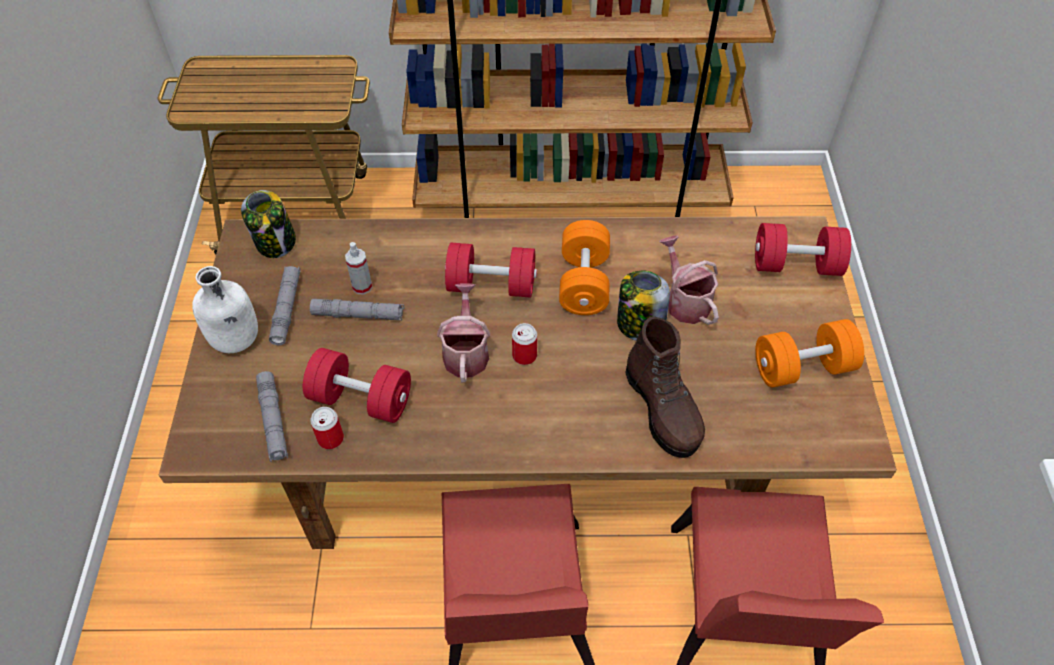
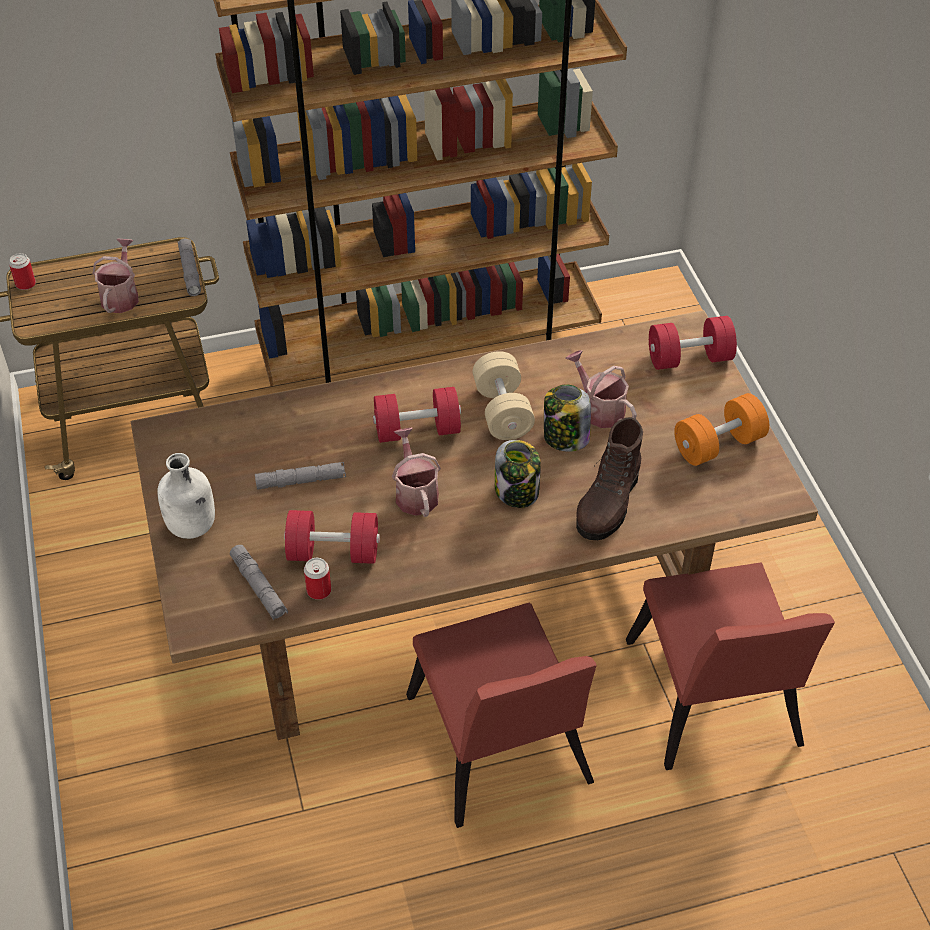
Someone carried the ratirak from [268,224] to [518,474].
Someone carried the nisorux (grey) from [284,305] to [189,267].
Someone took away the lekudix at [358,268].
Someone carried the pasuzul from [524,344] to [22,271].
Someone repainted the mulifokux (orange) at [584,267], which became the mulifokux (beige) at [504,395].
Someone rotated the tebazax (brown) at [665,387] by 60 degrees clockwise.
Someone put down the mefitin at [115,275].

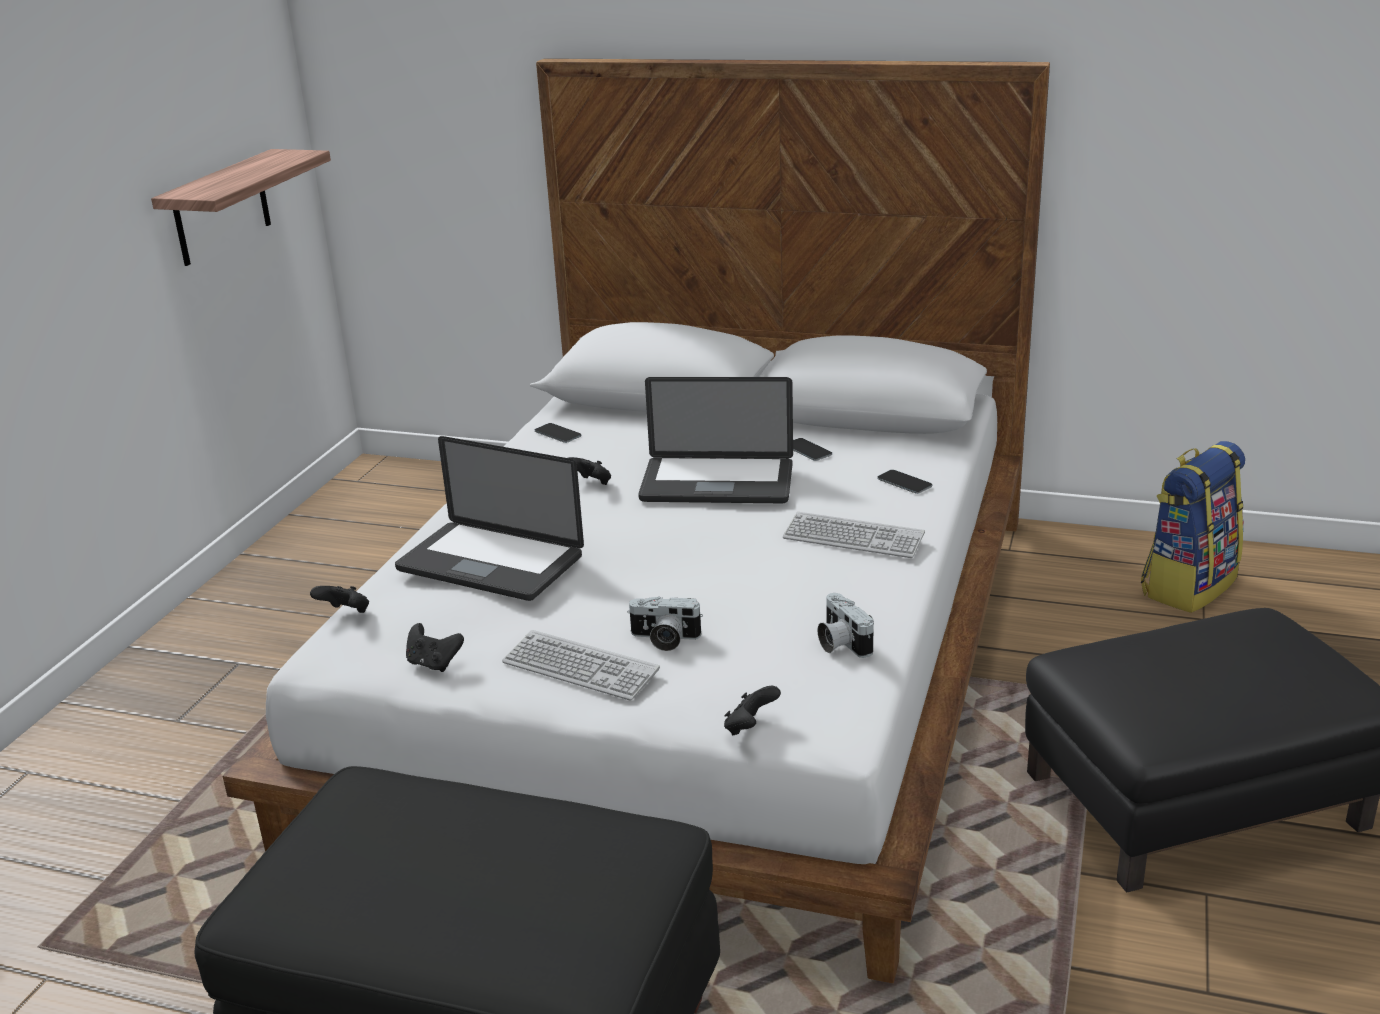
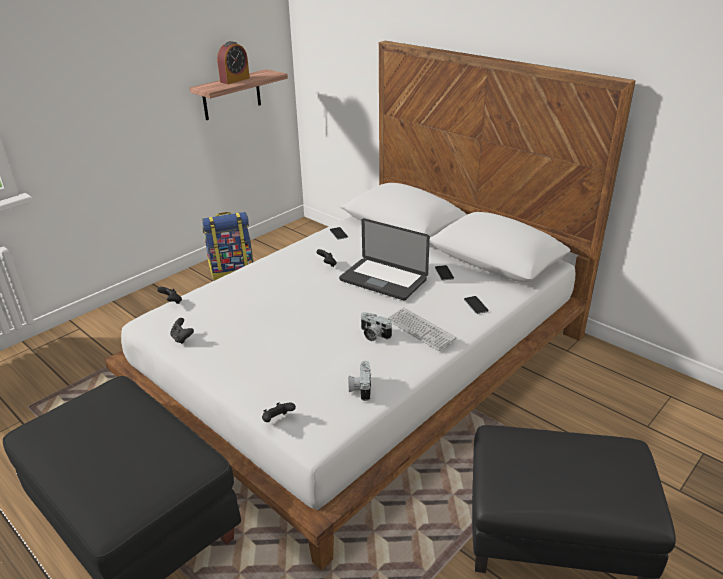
Someone took away the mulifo at [489,518].
Someone took away the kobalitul at [581,665].
Someone carried the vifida from [665,624] to [376,326].
Someone carried the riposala from [1193,527] to [227,246].
Someone put down the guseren at [233,62].

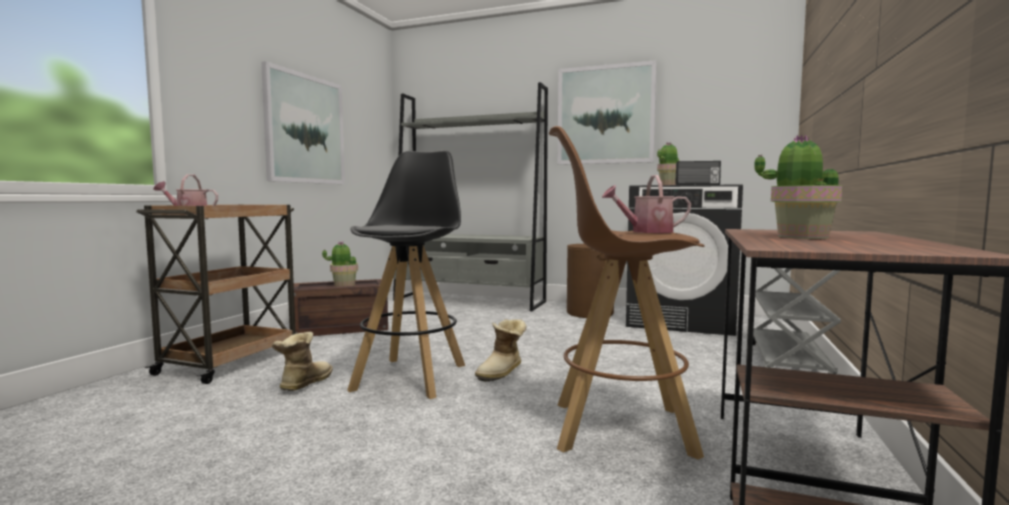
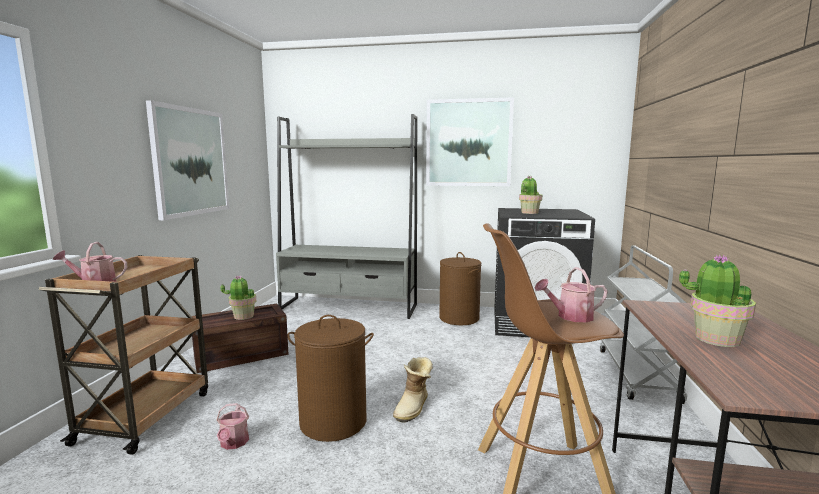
Someone swapped the tebazax at [302,361] for the mefitin at [233,426].
Someone swapped the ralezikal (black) at [406,274] for the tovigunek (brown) at [330,378].
Someone took away the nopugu at [698,173].

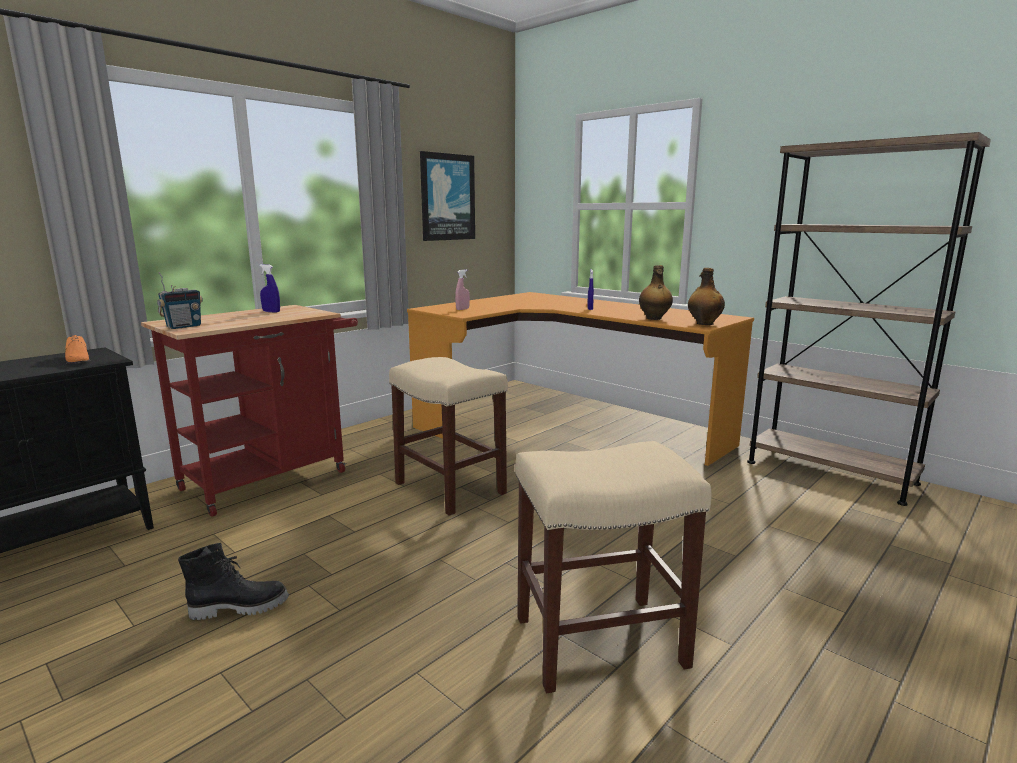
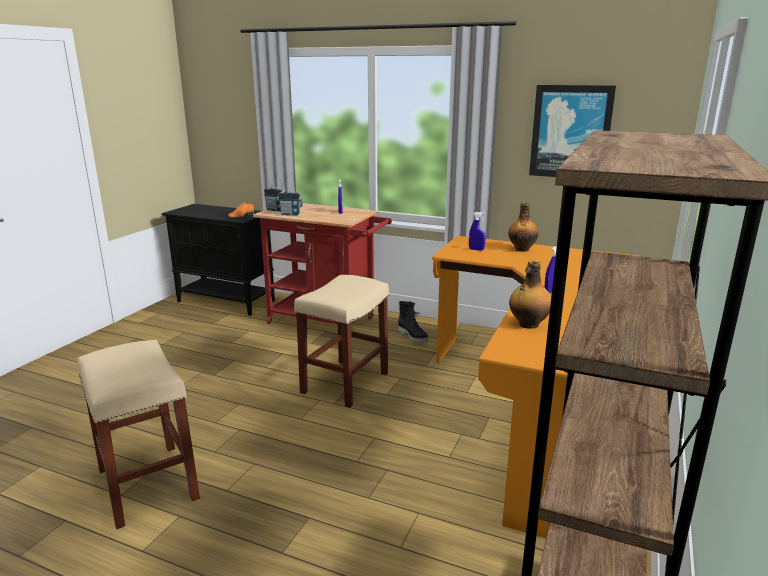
Someone carried the tebazax (black) from [233,581] to [413,322].
Someone repainted the lekudix (pink) at [462,289], which became the lekudix (blue) at [477,231].
Someone carried the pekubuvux from [706,296] to [523,227].
Someone put down the nopugu at [290,198].

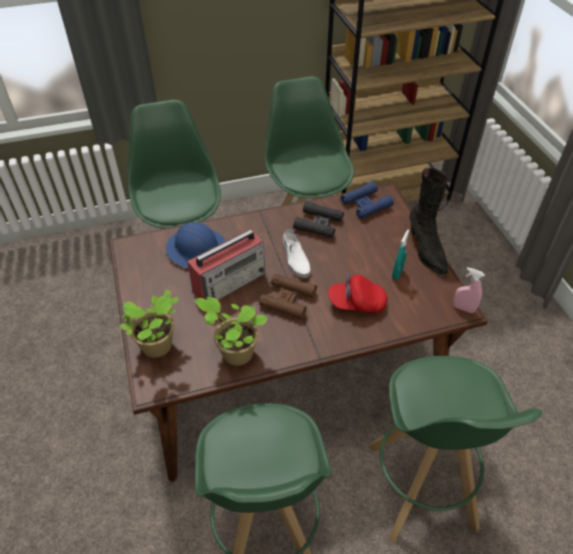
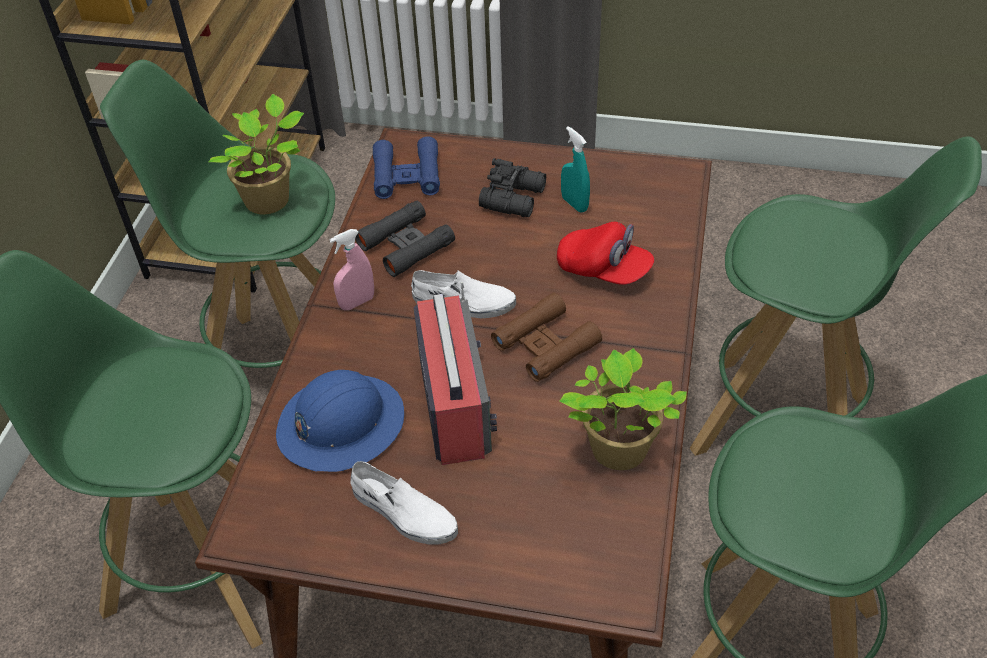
Someone carried the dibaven from [150,323] to [256,154].
Someone rotated the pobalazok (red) at [357,292] by 90 degrees counterclockwise.
Someone took away the tebazax (black) at [430,221].
Someone carried the lekudix (pink) from [469,290] to [352,269].
Someone put down the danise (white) at [404,503].
Someone put down the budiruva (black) at [512,187].

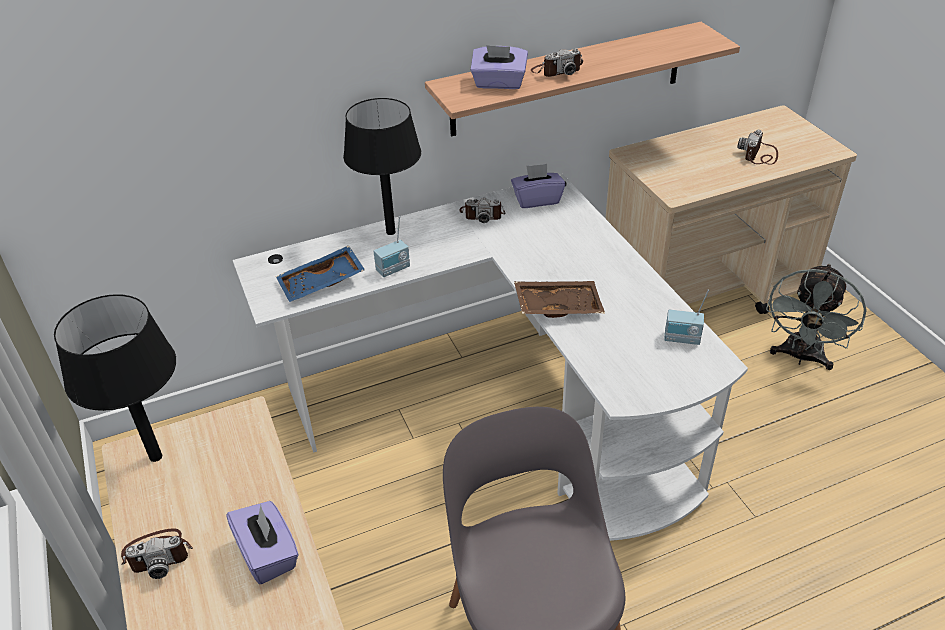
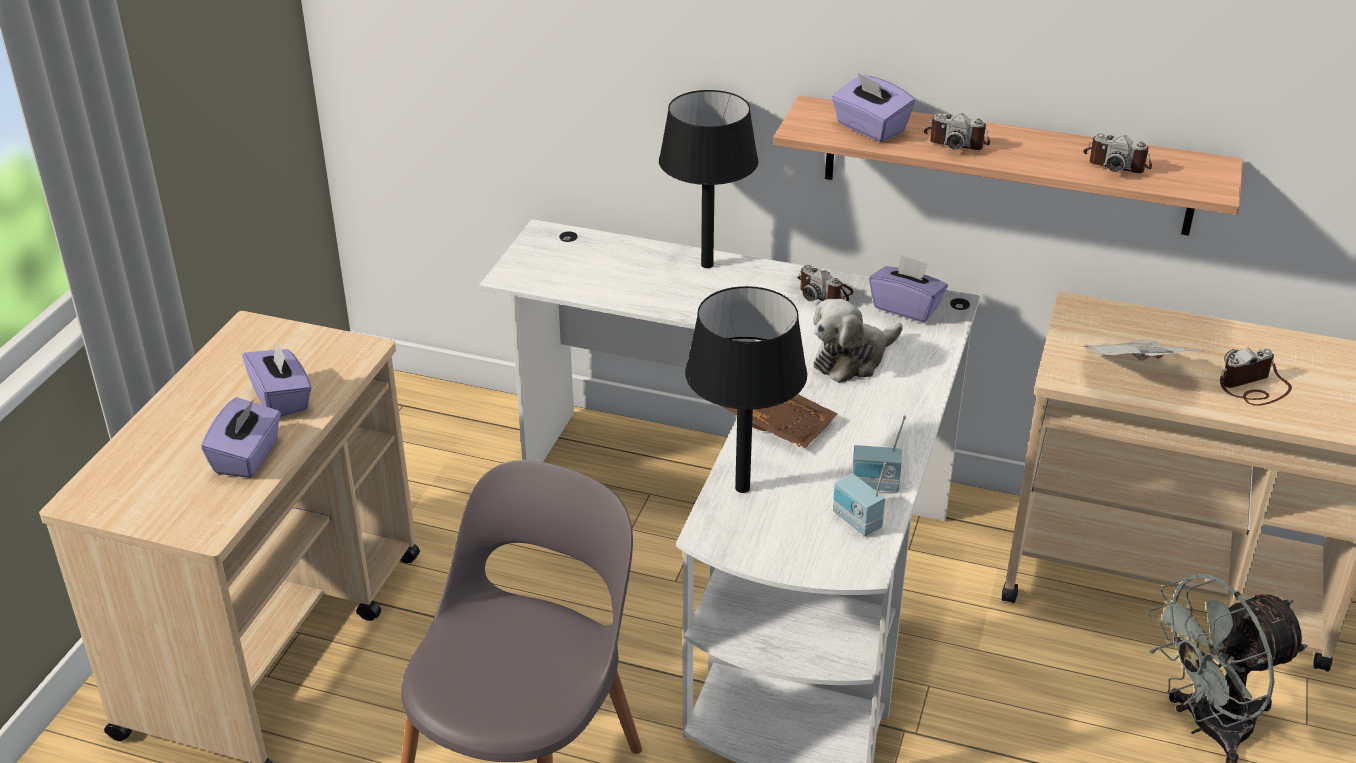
Someone carried the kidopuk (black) from [115,378] to [746,389].
Someone carried the vifida from [157,553] to [1117,153].
Someone took away the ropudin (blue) at [320,273].
Someone carried the nopugu from [391,246] to [879,453].
Someone put down the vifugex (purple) at [277,378].
Someone put down the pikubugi at [858,341].
Someone put down the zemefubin at [1143,350].

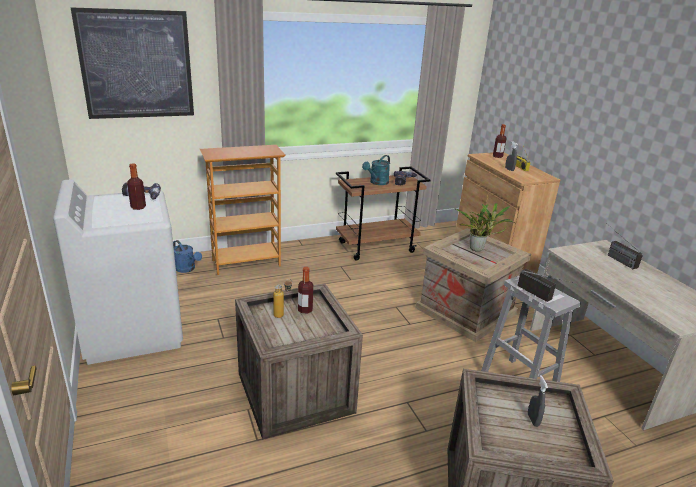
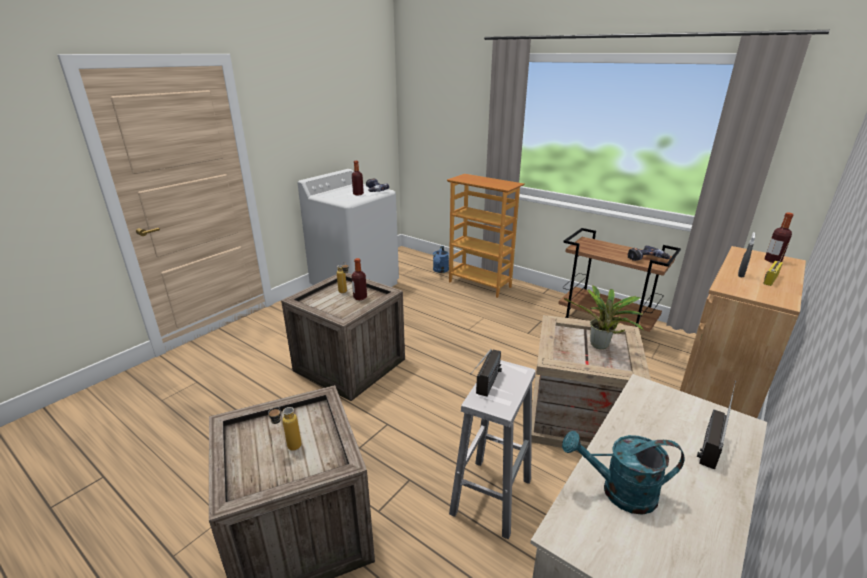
Someone took away the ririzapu at [132,63].
Someone carried the mefitin (turquoise) from [376,170] to [623,473].
Someone swapped the lekudix (grey) at [538,401] for the pekubuvux at [284,429].

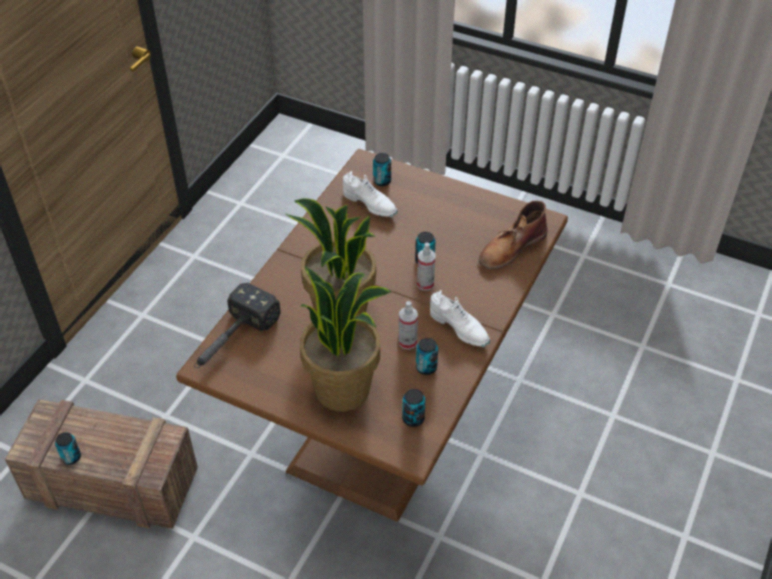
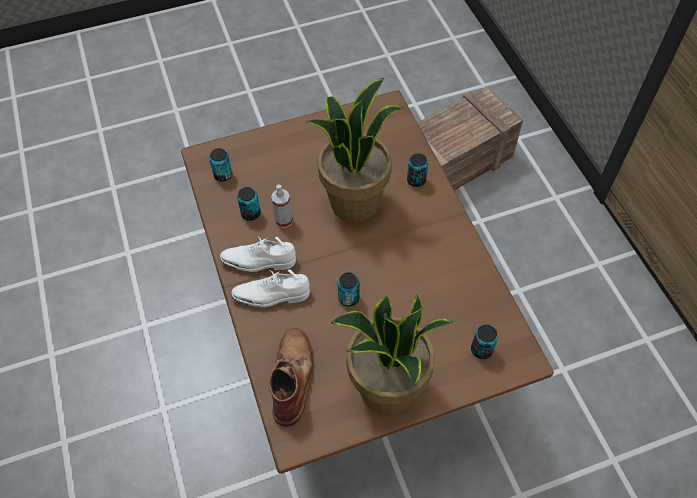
Someone carried the pasuzul from [68,448] to [417,170].
Someone took away the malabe at [237,325].
Someone carried the dibaven from [345,339] to [392,354].
Someone carried the danise (white) from [370,194] to [270,288].
Someone took away the lekudix at [426,267].

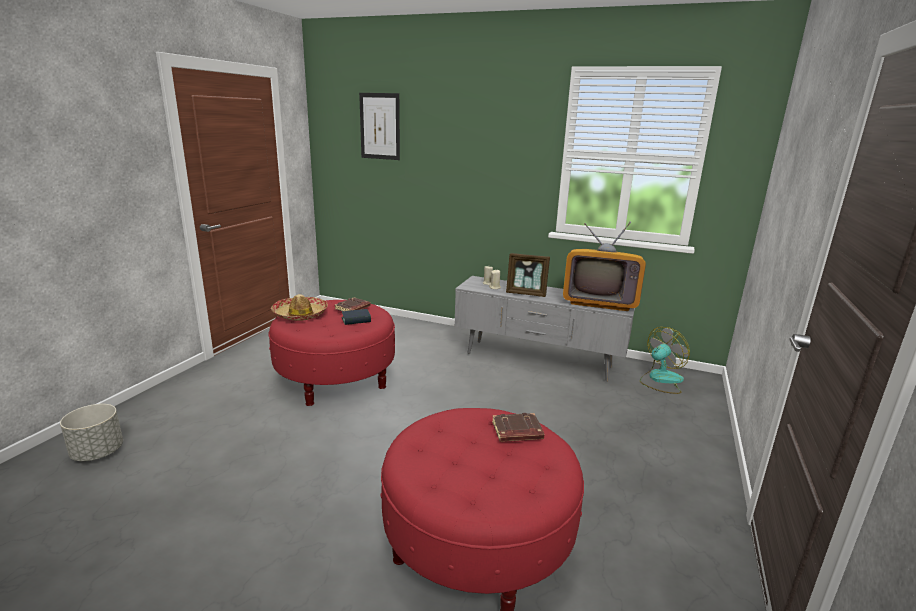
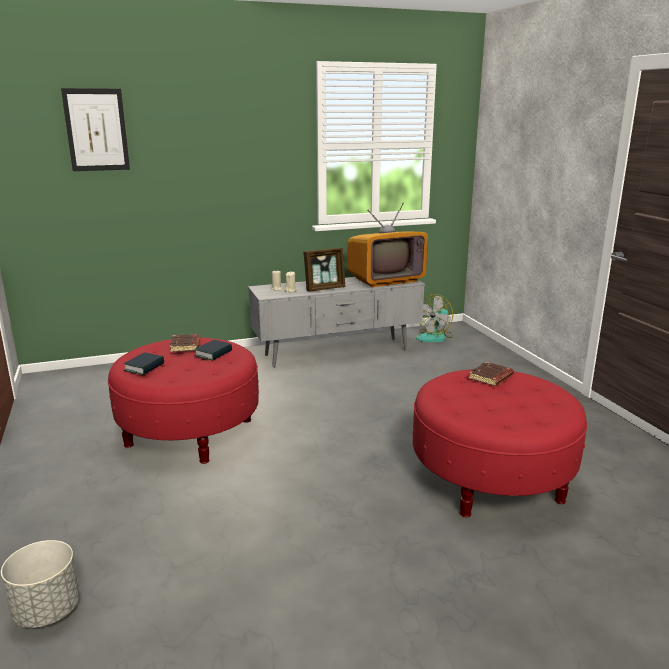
Someone swapped the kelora at [299,307] for the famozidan at [144,363].
Someone rotated the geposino at [665,360] by 150 degrees counterclockwise.

